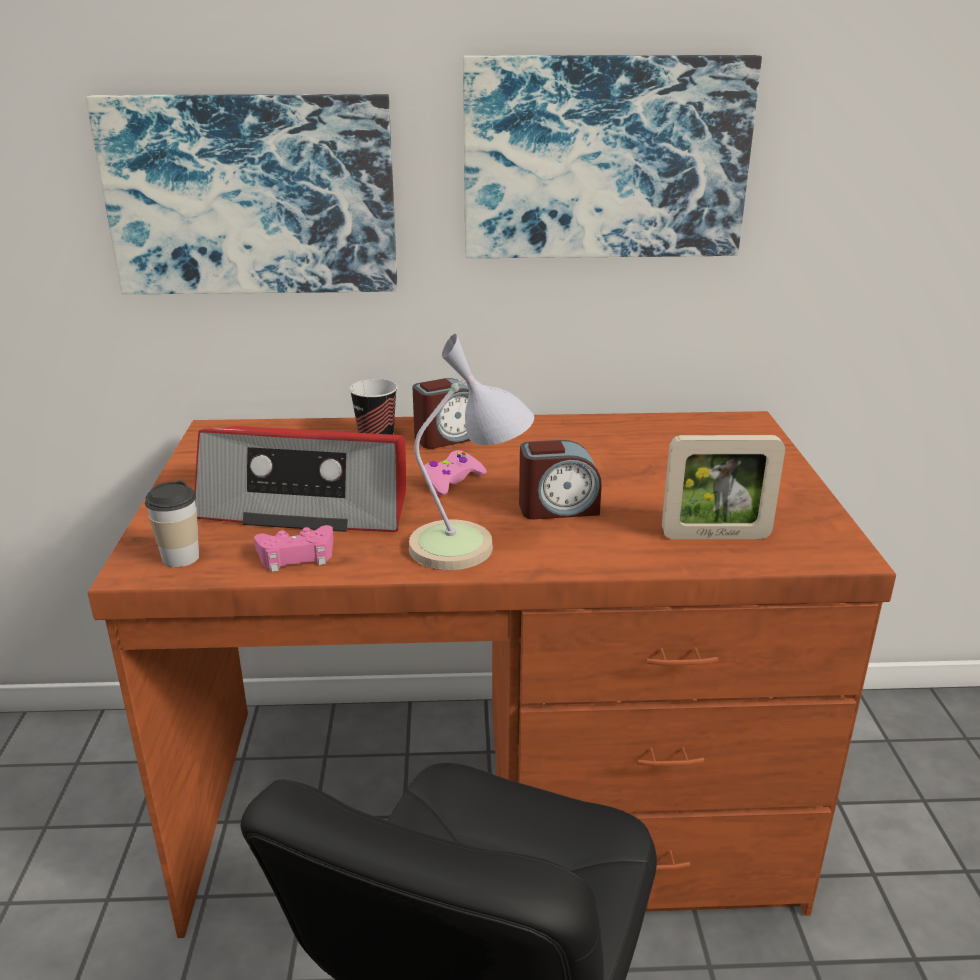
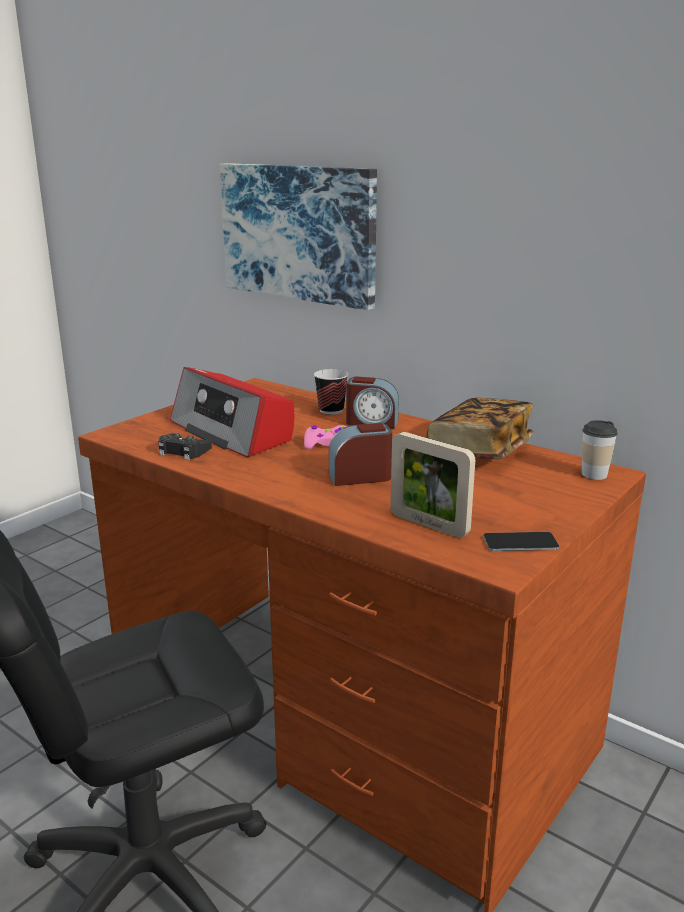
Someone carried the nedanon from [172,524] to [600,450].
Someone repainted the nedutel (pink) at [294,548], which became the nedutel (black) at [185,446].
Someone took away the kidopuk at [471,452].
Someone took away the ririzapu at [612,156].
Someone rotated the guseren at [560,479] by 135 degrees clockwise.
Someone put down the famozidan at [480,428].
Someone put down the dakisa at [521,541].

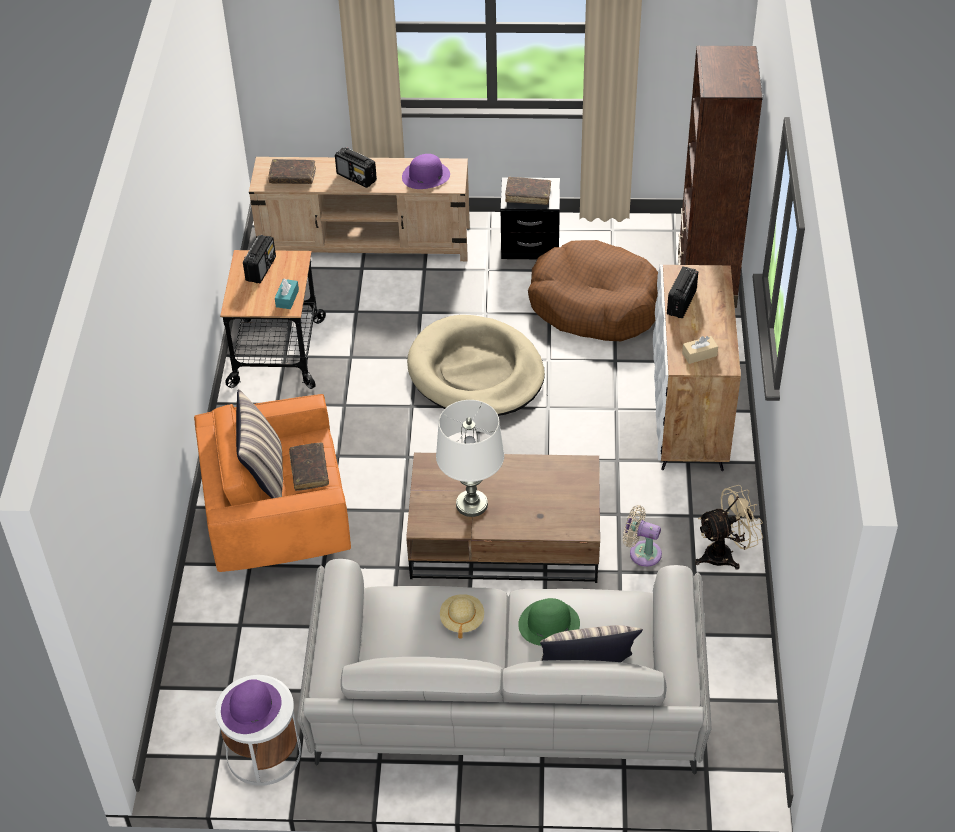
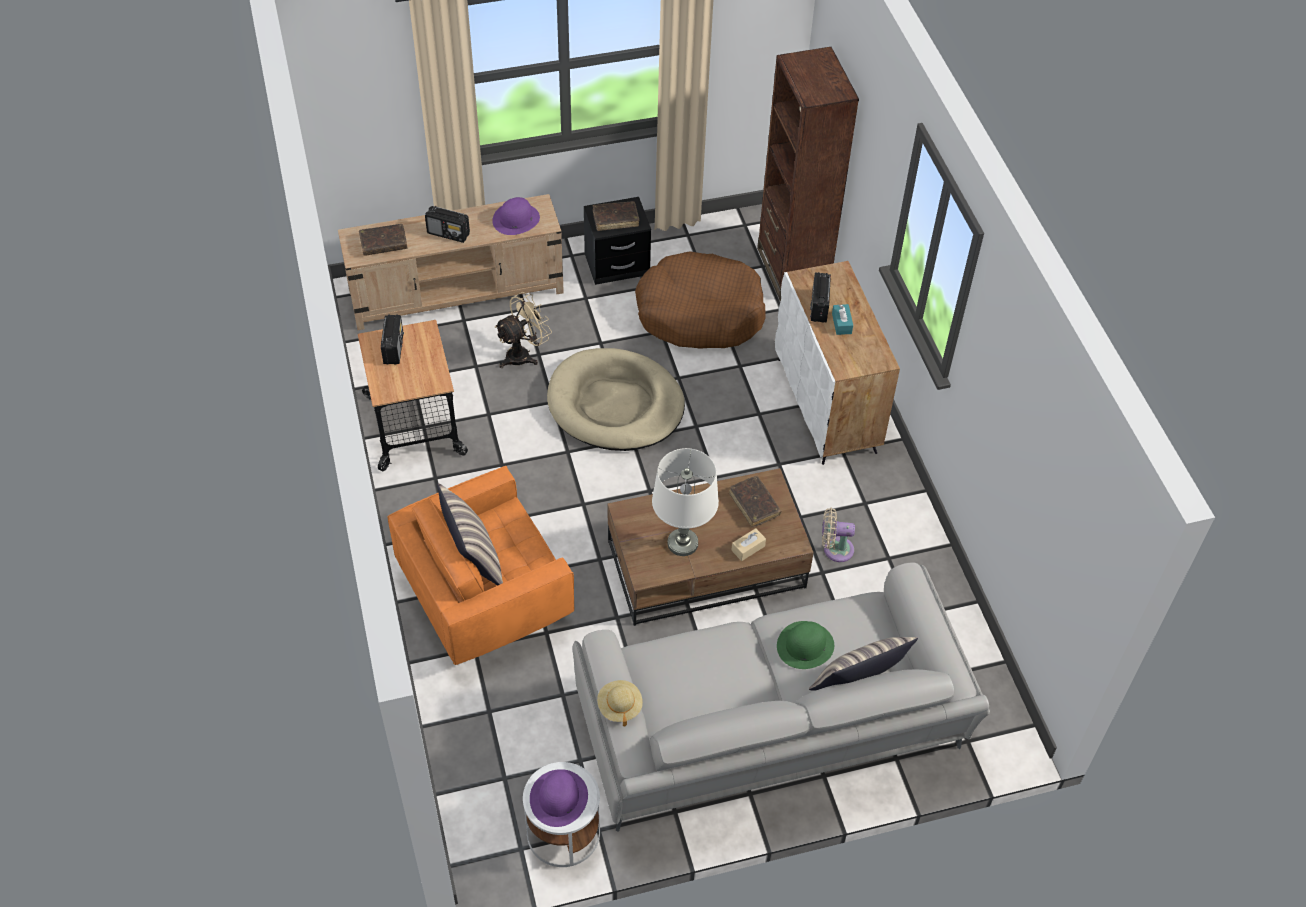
Someone carried the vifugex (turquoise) from [287,293] to [842,319].
Someone carried the famozidan (brown) from [309,467] to [755,502].
Someone carried the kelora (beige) from [462,616] to [620,703].
Someone carried the vifugex (beige) from [700,350] to [748,544].
Someone carried the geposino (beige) from [729,527] to [523,330].

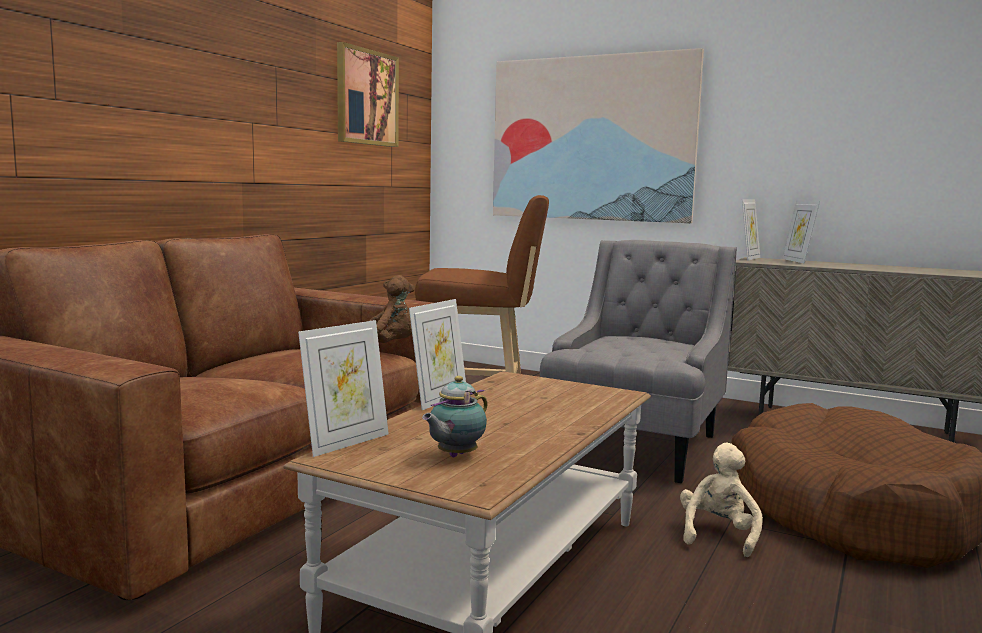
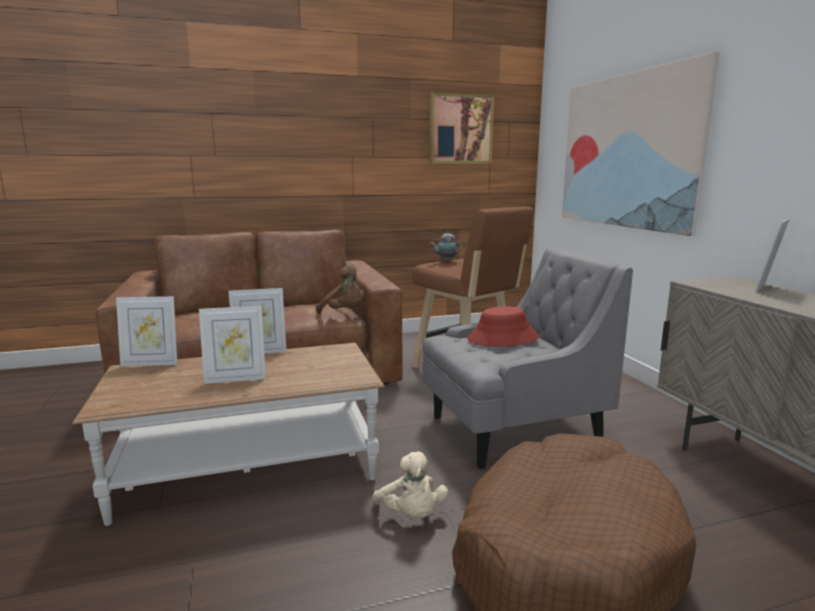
Someone carried the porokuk from [454,416] to [447,246].
Someone rotated the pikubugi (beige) at [721,500] by 90 degrees clockwise.
Someone carried the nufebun from [751,230] to [232,345].
Someone put down the kelora (red) at [503,326].

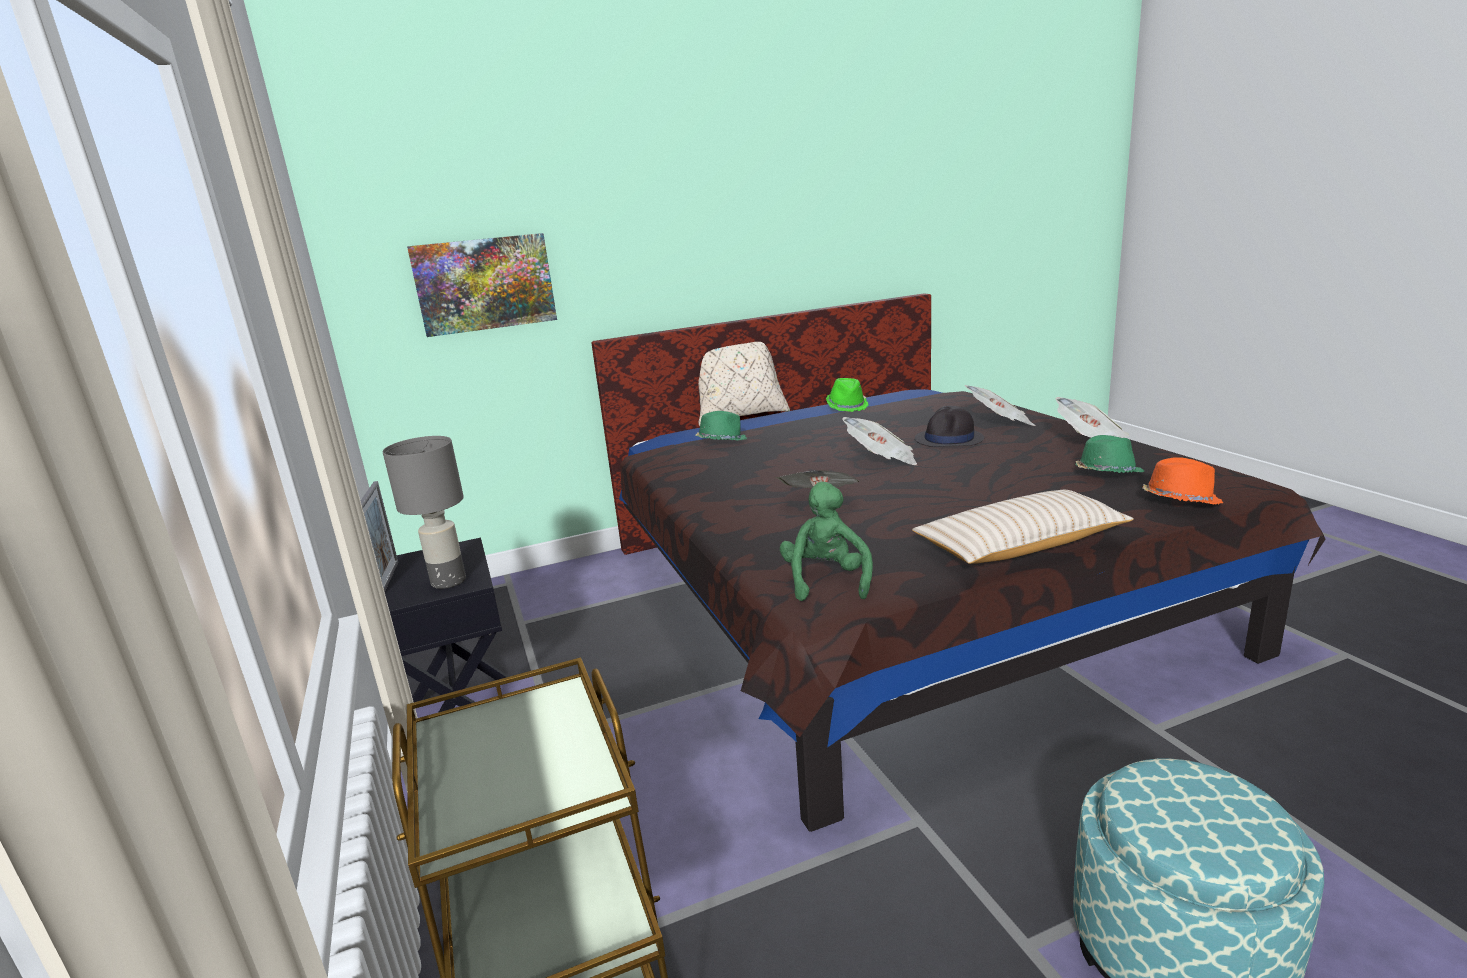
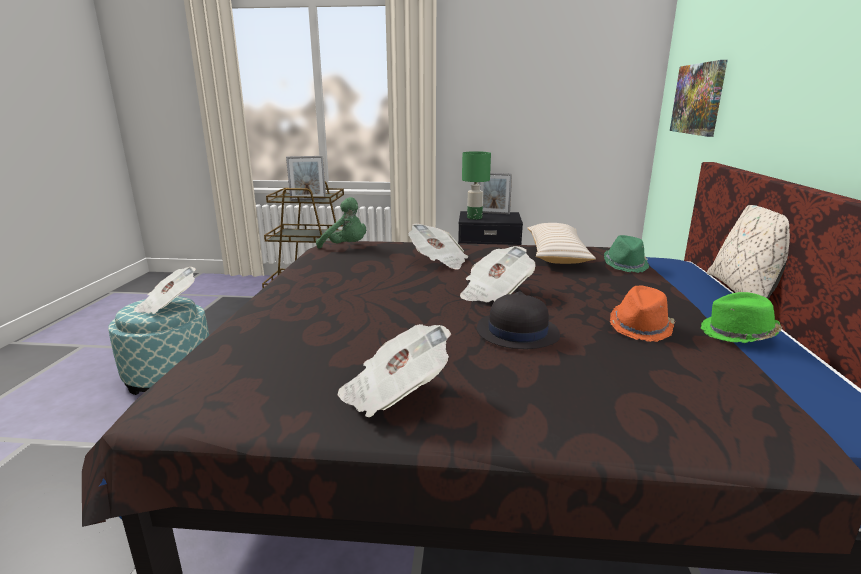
Someone repainted the kidopuk (grey) at [424,512], which became the kidopuk (green) at [476,185].
Someone carried the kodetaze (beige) from [1023,527] to [561,243].
Someone carried the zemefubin from [1000,405] to [165,290].
Someone took away the kelora (green) at [1109,454].
Someone carried the kelora (orange) from [1182,480] to [642,314].
Someone put down the nufebun at [306,178].

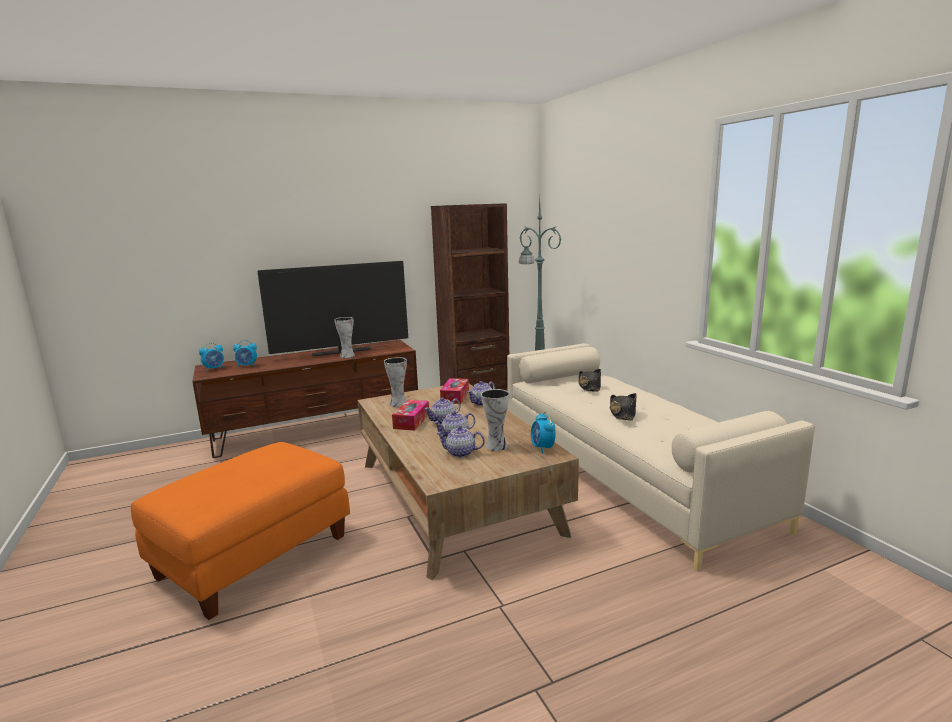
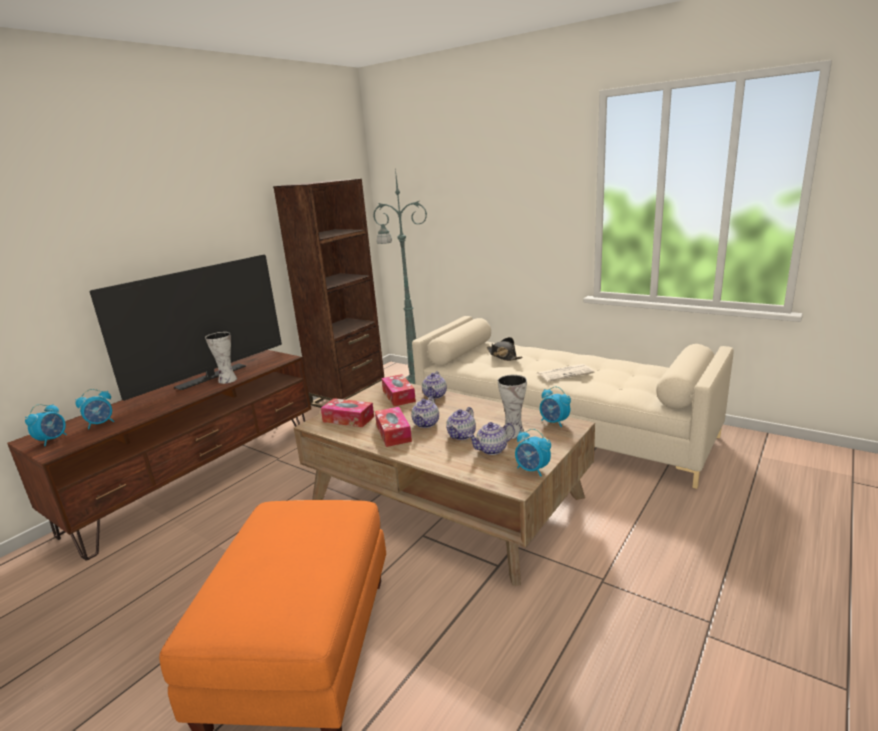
Someone swapped the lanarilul at [395,382] for the vifugex at [347,412].
Someone swapped the kelora (black) at [623,406] for the zemefubin at [565,373].
Someone put down the guseren at [533,452].

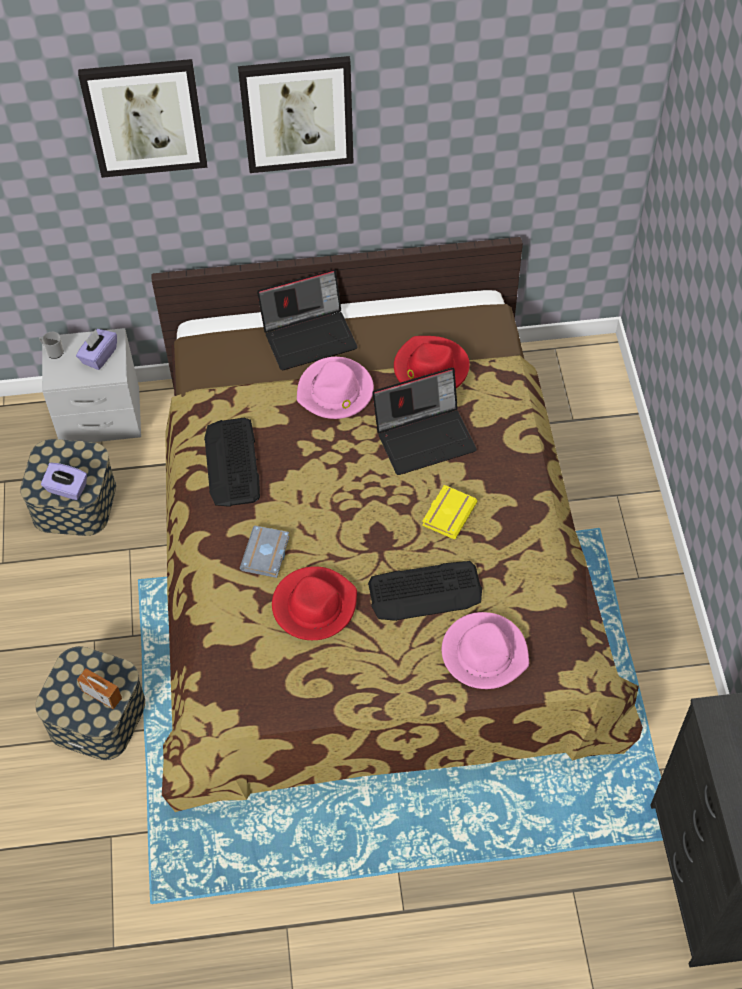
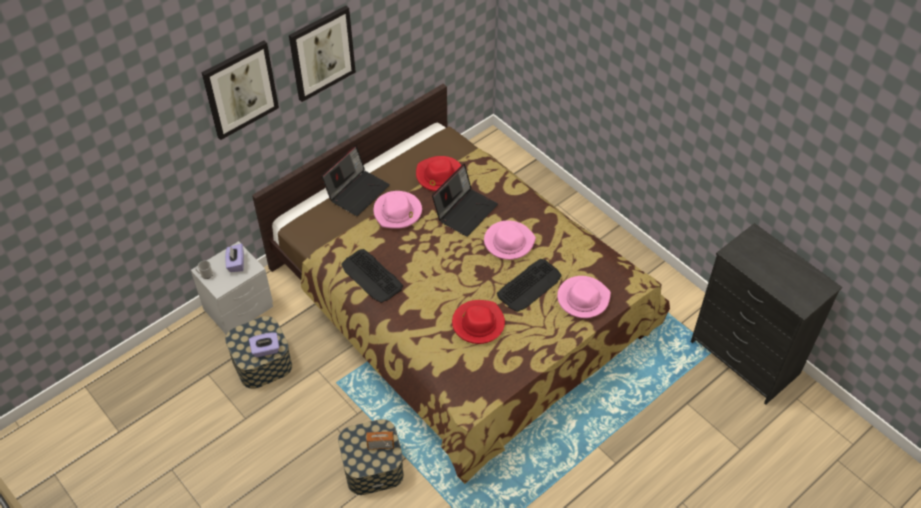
Someone took away the famozidan (grey) at [265,552].
Someone swapped the famozidan (yellow) at [449,512] for the kelora (pink) at [510,240].

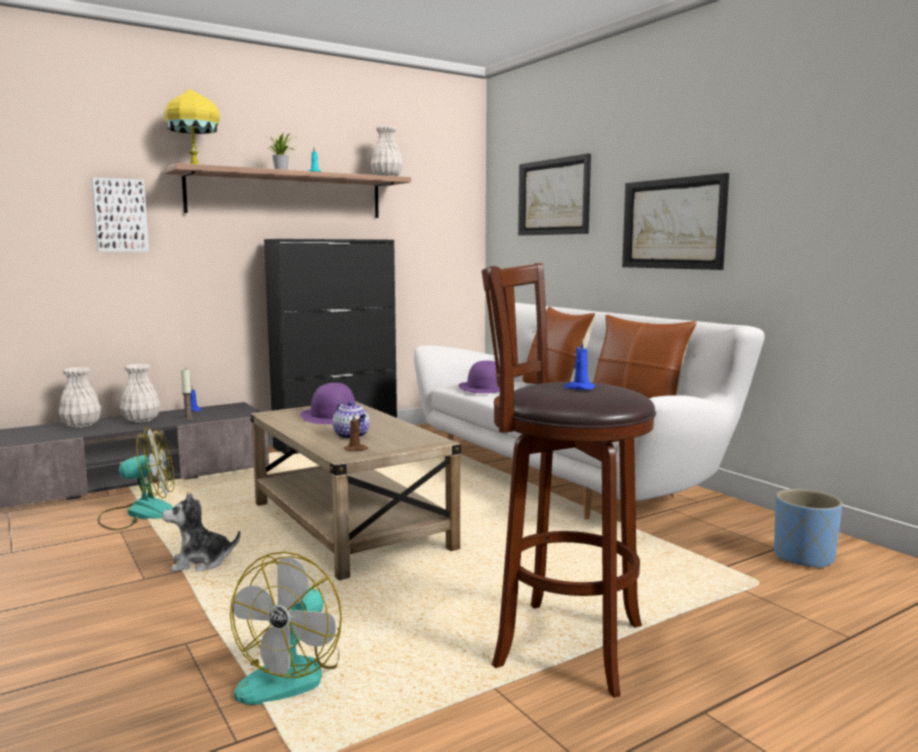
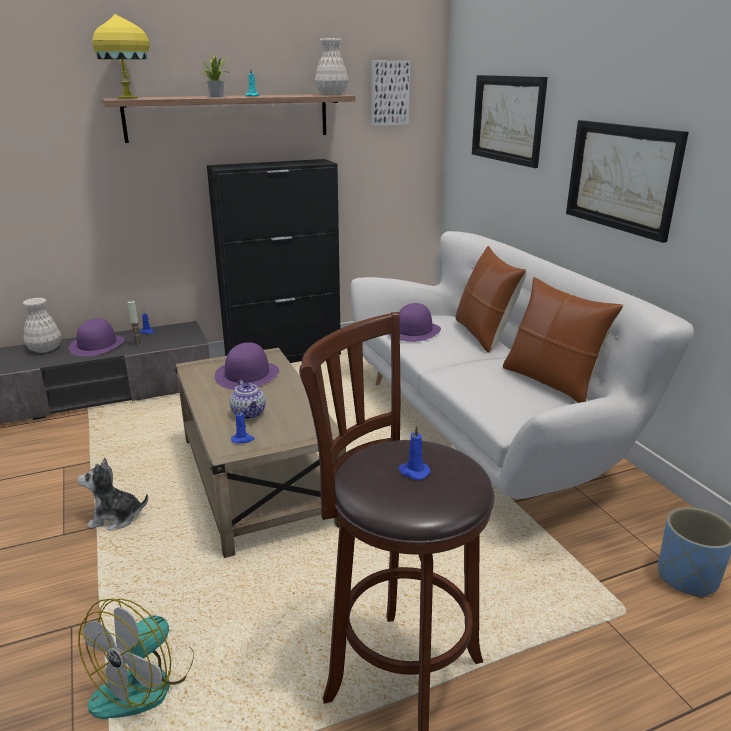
Someone carried the ririzapu from [120,214] to [390,93].
Someone took away the geposino at [136,478].
Someone swapped the lanarilul (white) at [140,393] for the kelora (purple) at [97,337].
Someone repainted the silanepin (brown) at [356,431], which became the silanepin (blue) at [243,425].

